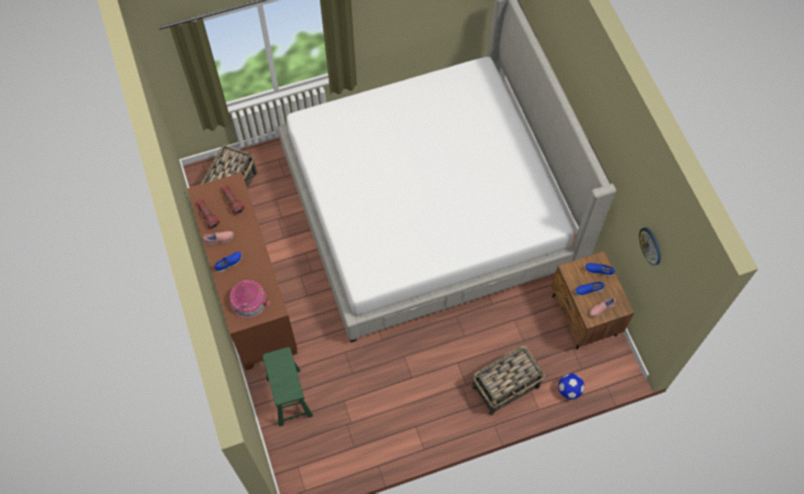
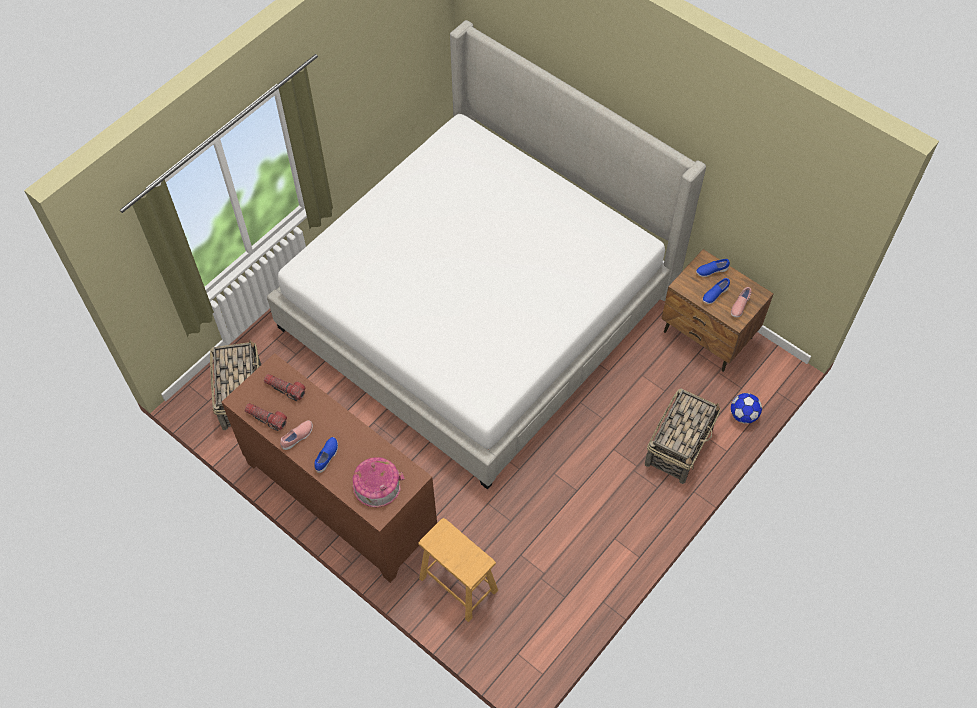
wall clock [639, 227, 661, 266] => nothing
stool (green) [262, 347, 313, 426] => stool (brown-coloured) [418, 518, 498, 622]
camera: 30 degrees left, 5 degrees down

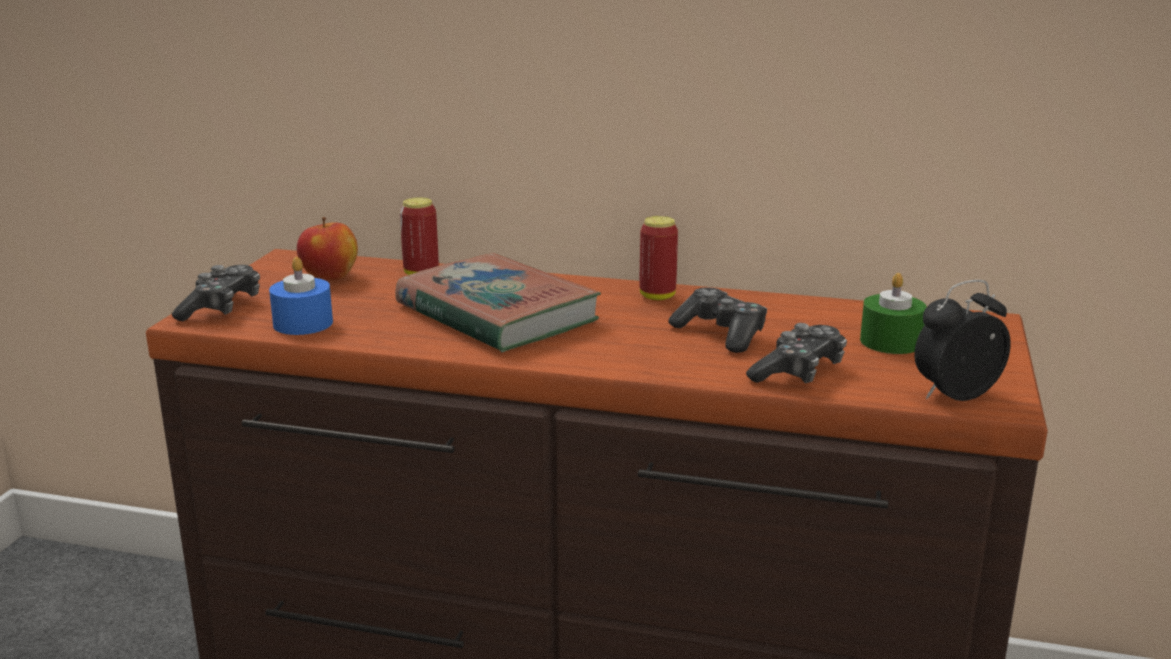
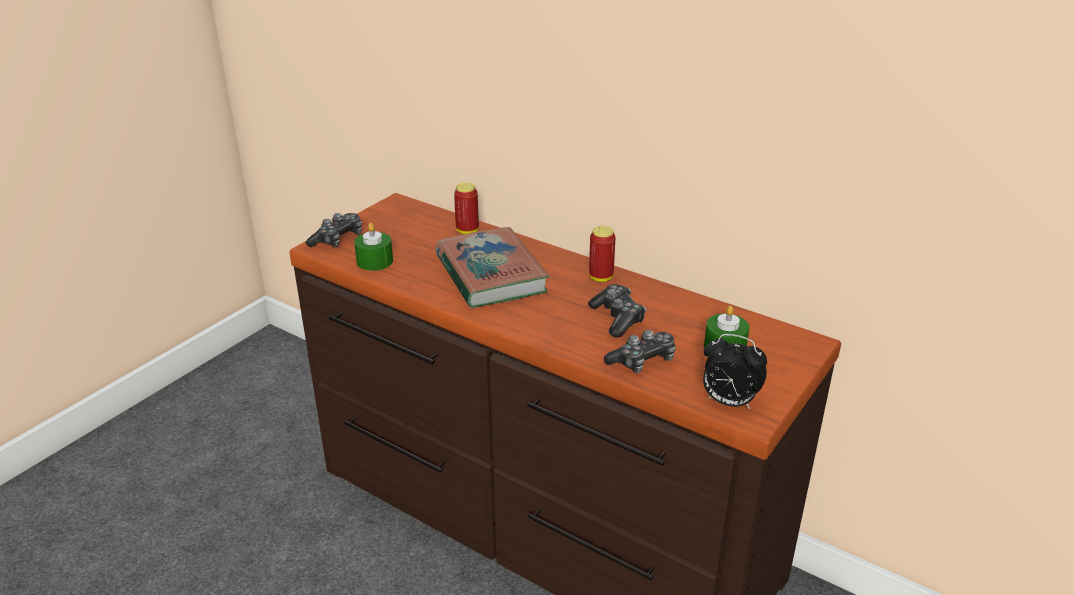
apple [297, 217, 358, 281] => nothing
candle (bluish) [269, 257, 333, 335] => candle (green) [354, 223, 393, 271]
table clock [914, 280, 1011, 401] => table clock [703, 334, 767, 409], 150 degrees counterclockwise
camera: 20 degrees right, 10 degrees up

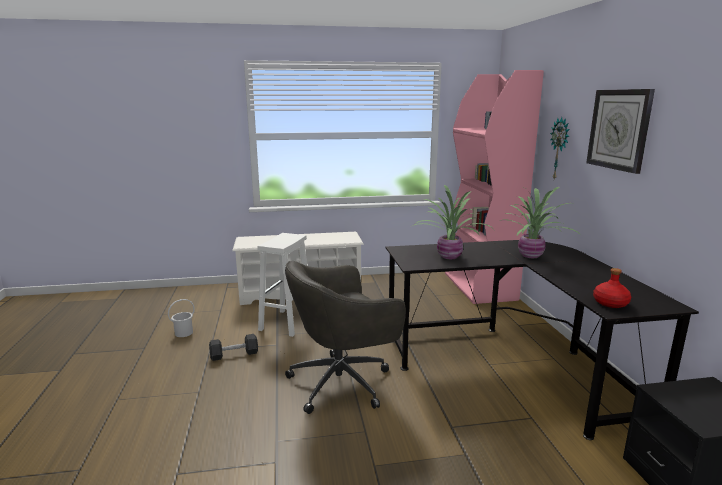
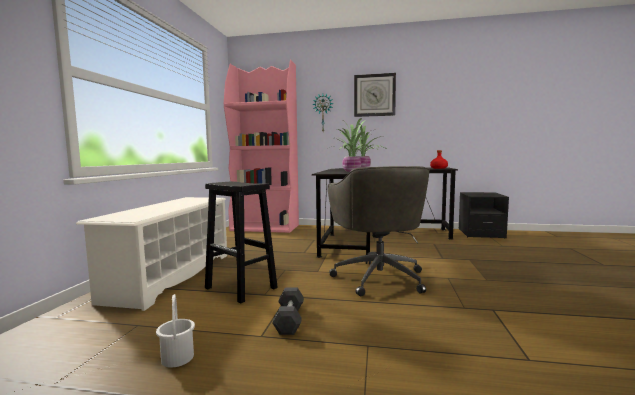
stool (white-coloured) [257, 233, 307, 337] => stool (black) [205, 181, 278, 303]
camera: 70 degrees left, 10 degrees down

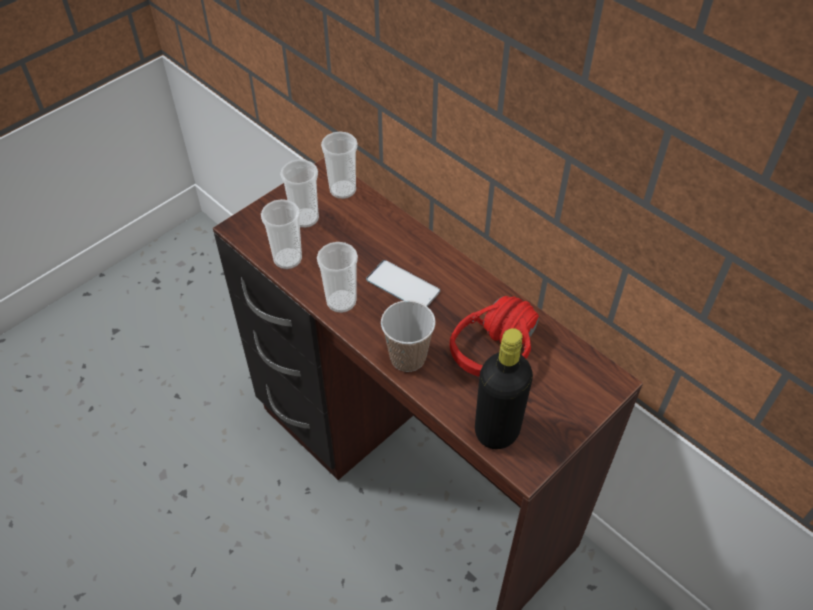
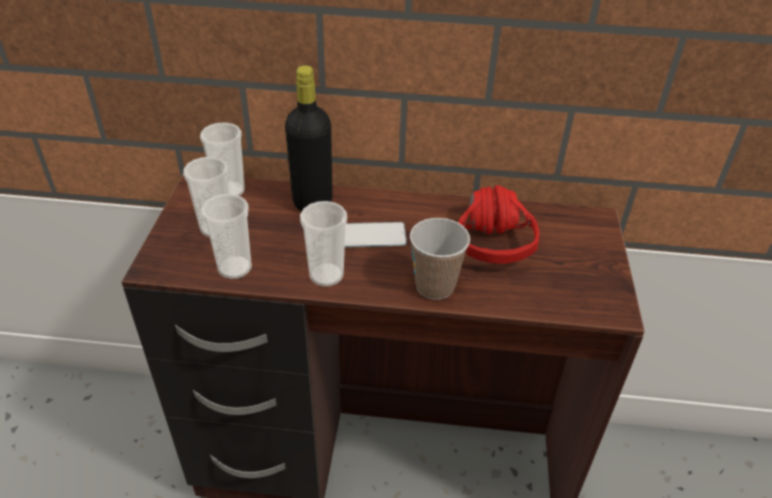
bottle (black) [475, 328, 533, 449] => bottle (black) [285, 65, 333, 211], move
camera: 40 degrees left, 10 degrees down

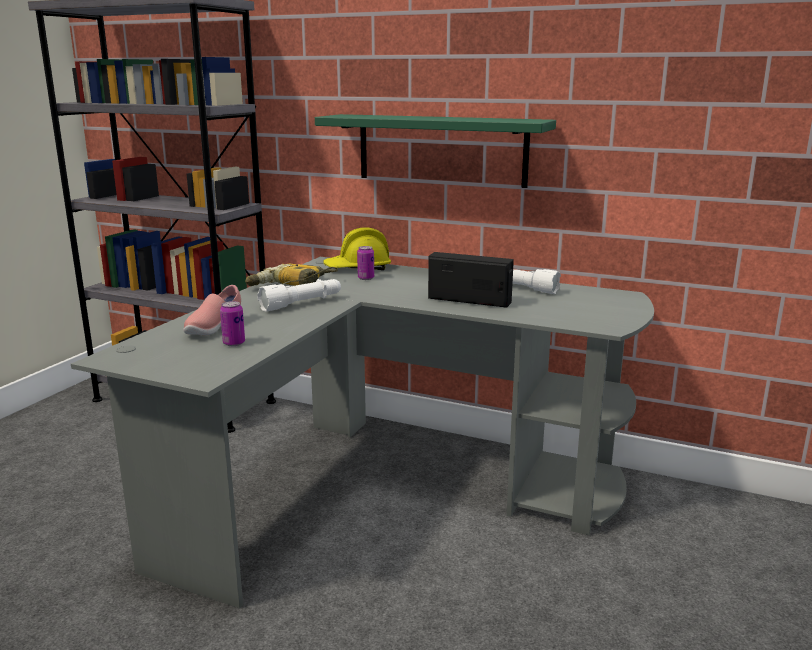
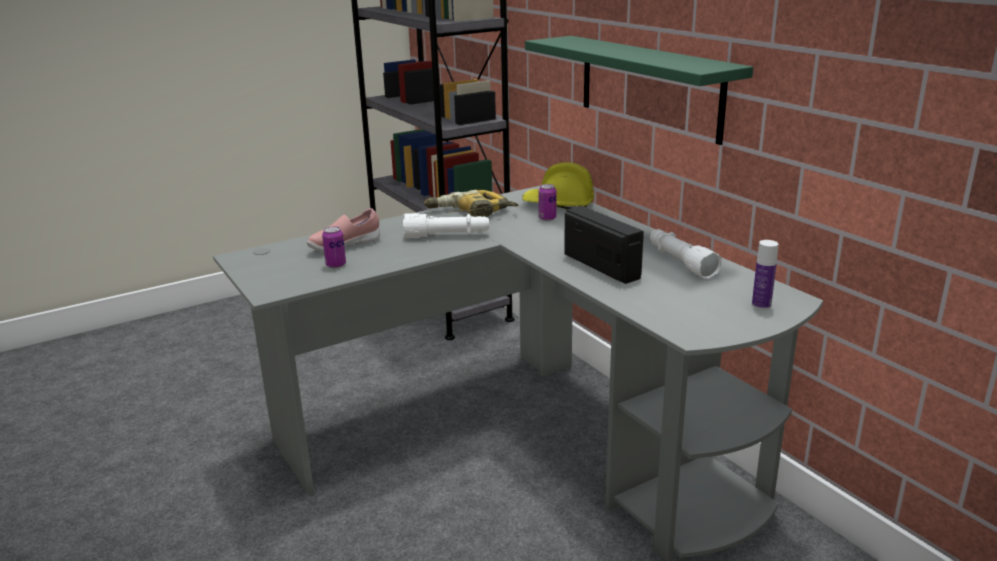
nothing => bottle [752, 240, 778, 310]
camera: 35 degrees right, 5 degrees up

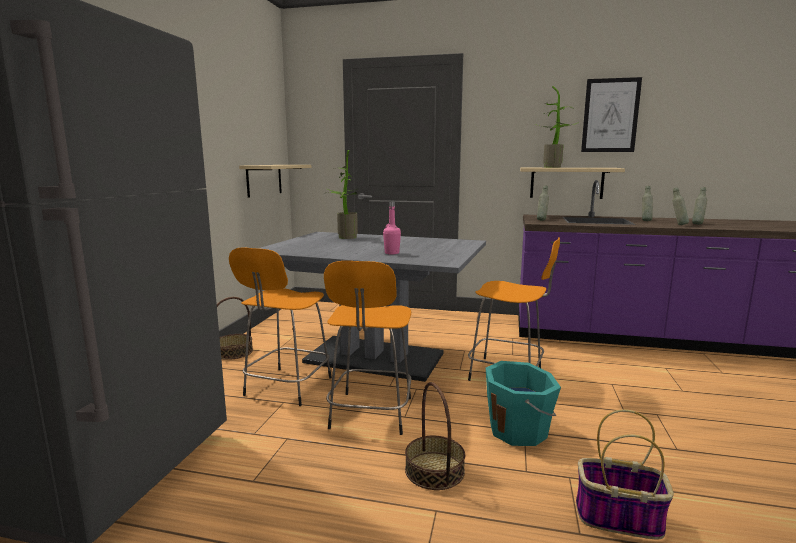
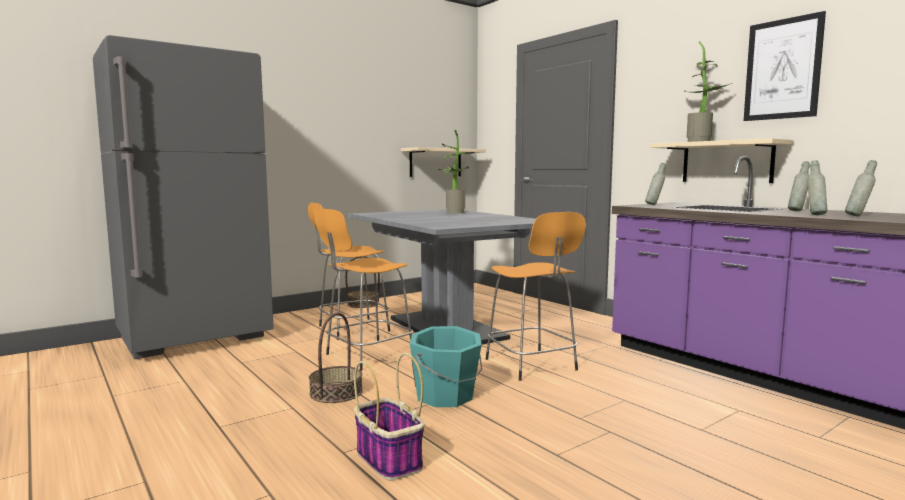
bottle (pink) [383, 202, 401, 254] => nothing
camera: 40 degrees right, 5 degrees down

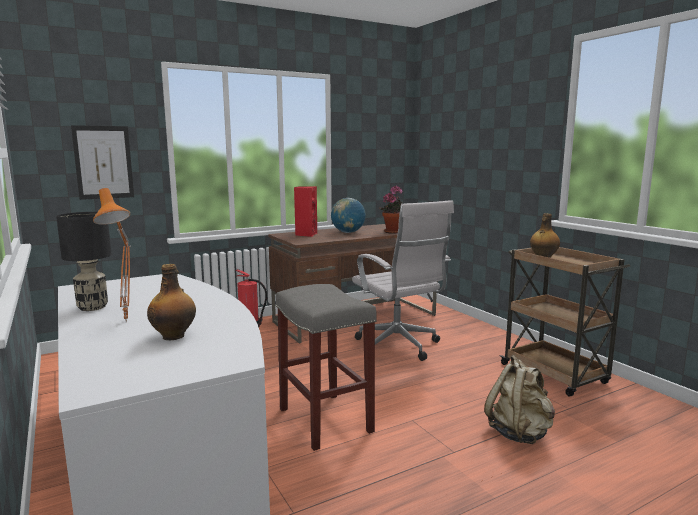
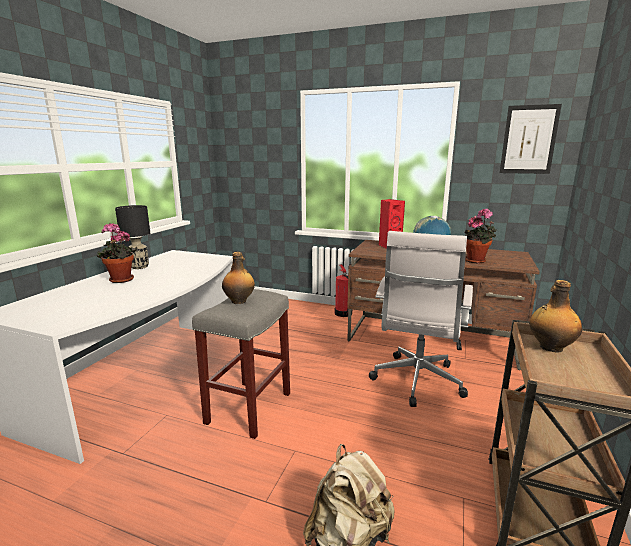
wall art [71, 125, 134, 200] => wall art [500, 104, 562, 174], move
bottle [147, 264, 196, 340] => bottle [222, 252, 255, 304], move
table lamp (orange-coloured) [93, 188, 131, 322] => plant in a pot [97, 223, 138, 283]
camera: 50 degrees right, 5 degrees up

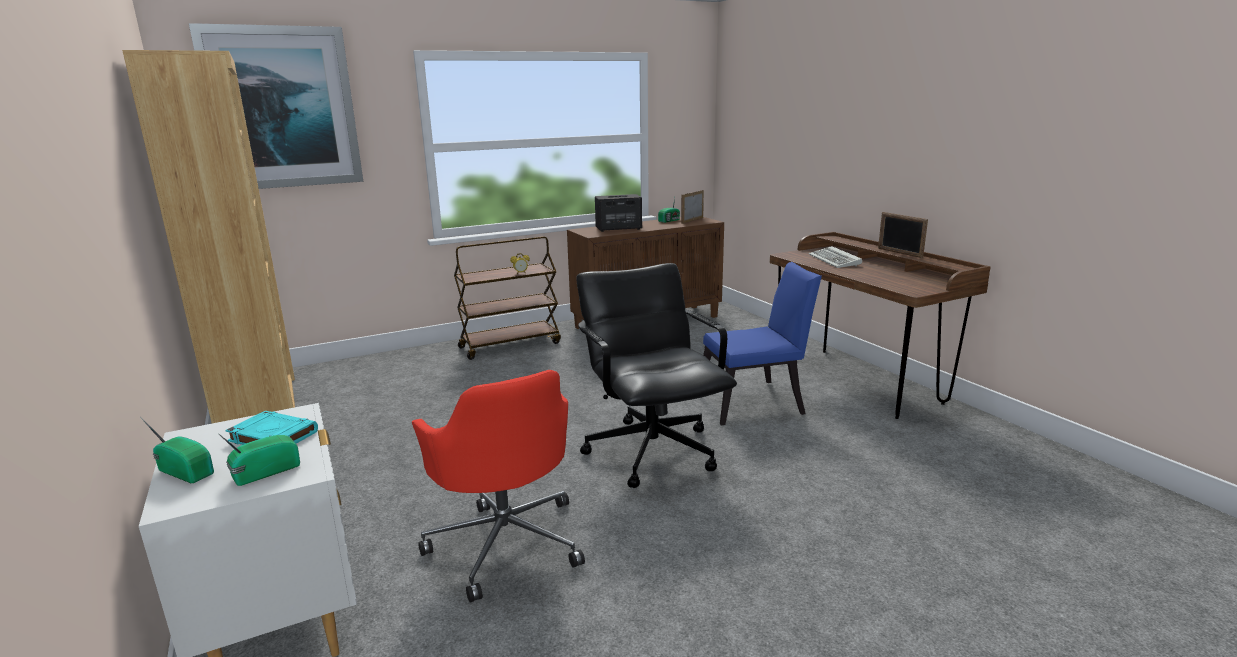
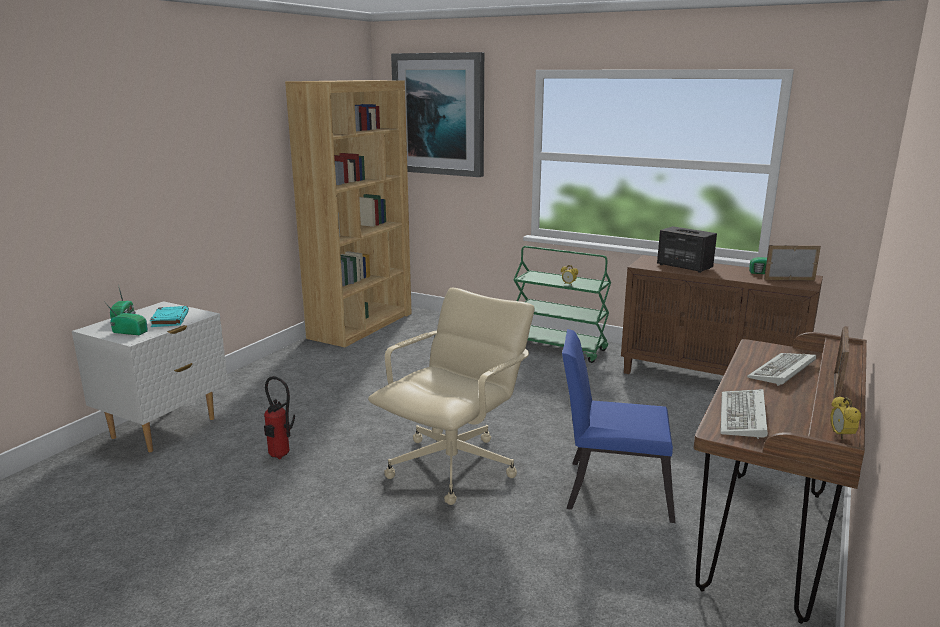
nothing => computer keyboard [721, 389, 768, 439]
nothing => table clock [830, 396, 861, 440]
computer chair (reddish) [412, 370, 585, 603] => fire extinguisher [264, 376, 295, 459]
cart (brown-coloured) [454, 236, 561, 360] => cart (green) [514, 246, 611, 363]
computer chair (black) [576, 263, 737, 488] => computer chair (sand-coloured) [368, 288, 535, 505]
plain chair (bluish) [703, 262, 822, 425] => plain chair (bluish) [562, 329, 675, 523], 150 degrees clockwise
camera: 55 degrees right, 0 degrees up

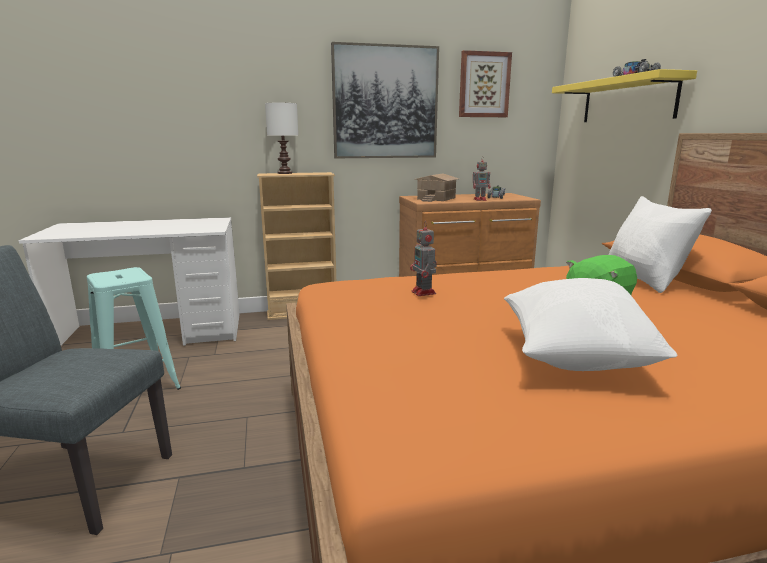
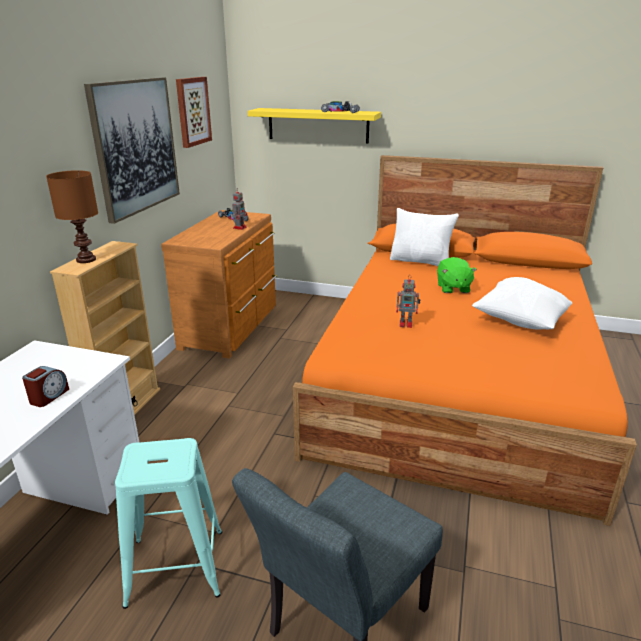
miniature house [414, 173, 459, 202] => nothing
nothing => table clock [22, 366, 69, 407]
table lamp (white-coloured) [265, 103, 298, 174] => table lamp (brown-coloured) [46, 170, 98, 263]
camera: 60 degrees left, 10 degrees up

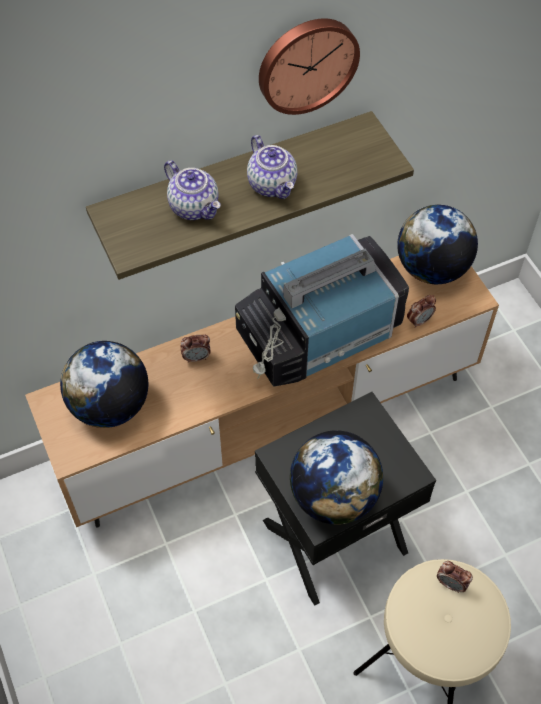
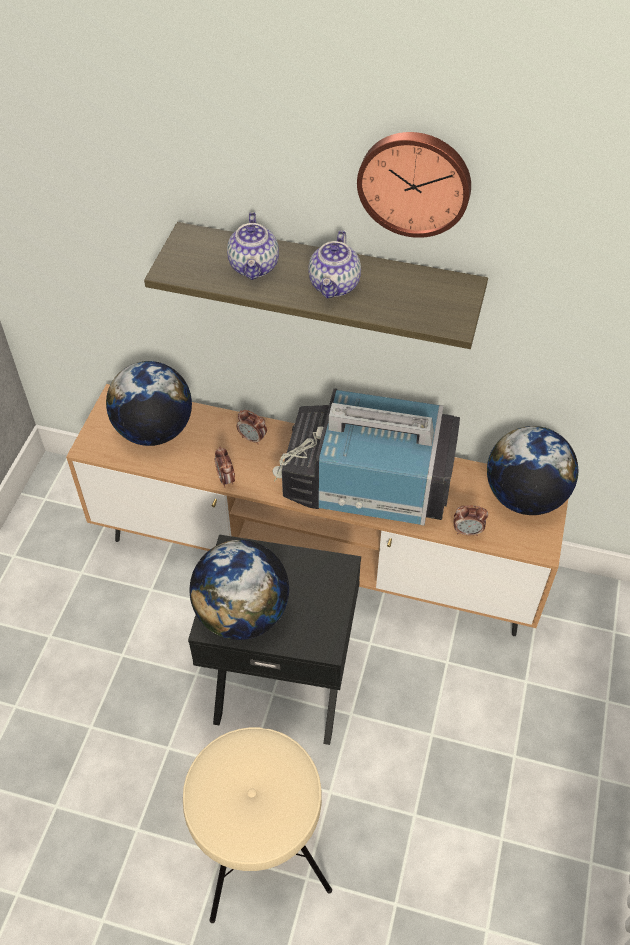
table clock [437, 561, 473, 593] => table clock [215, 447, 235, 487], move
camera: 40 degrees right, 5 degrees down

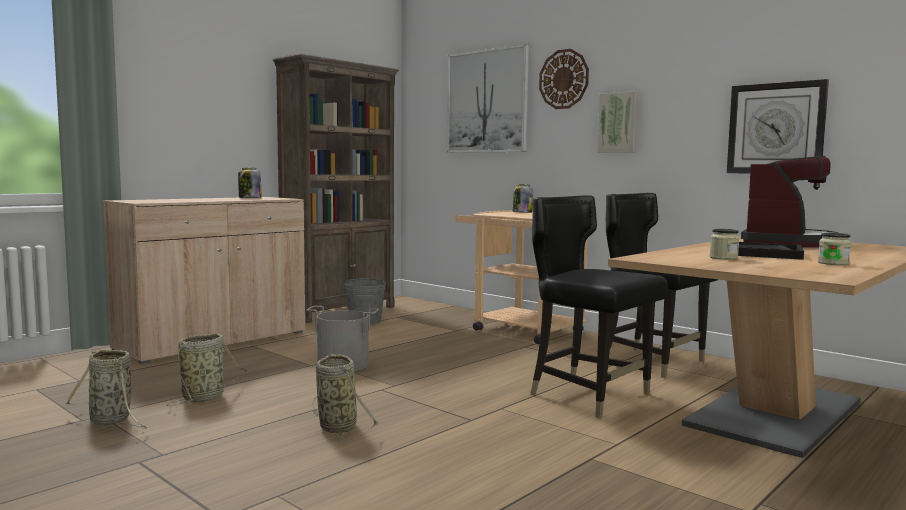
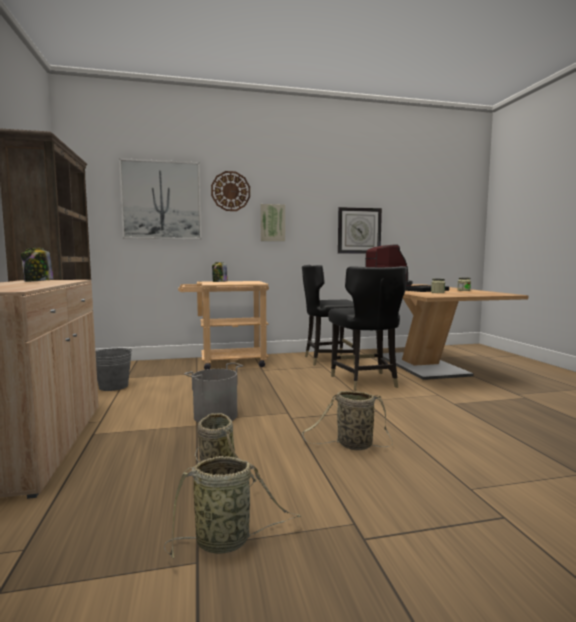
plain chair (black) [530, 195, 668, 418] => plain chair (black) [328, 266, 407, 391], 90 degrees counterclockwise
camera: 55 degrees left, 0 degrees up

